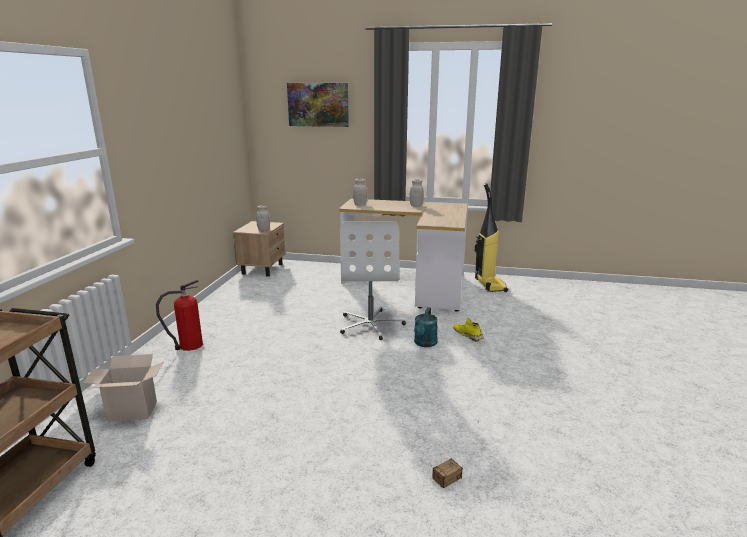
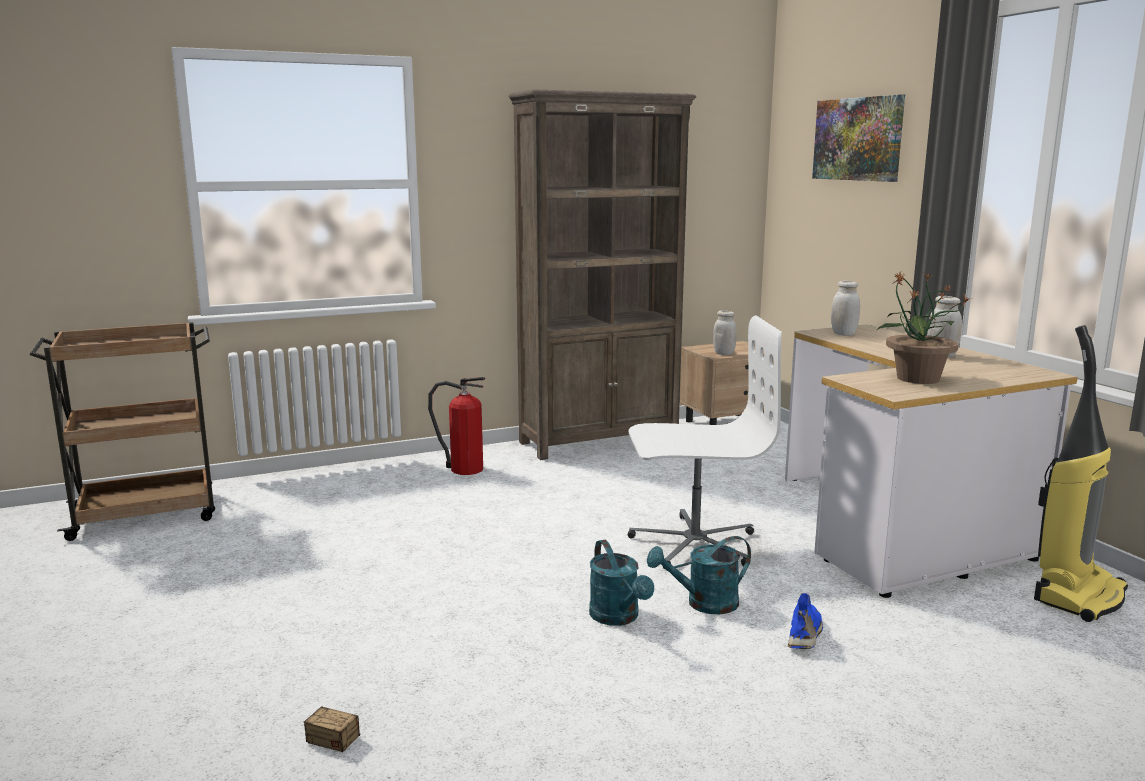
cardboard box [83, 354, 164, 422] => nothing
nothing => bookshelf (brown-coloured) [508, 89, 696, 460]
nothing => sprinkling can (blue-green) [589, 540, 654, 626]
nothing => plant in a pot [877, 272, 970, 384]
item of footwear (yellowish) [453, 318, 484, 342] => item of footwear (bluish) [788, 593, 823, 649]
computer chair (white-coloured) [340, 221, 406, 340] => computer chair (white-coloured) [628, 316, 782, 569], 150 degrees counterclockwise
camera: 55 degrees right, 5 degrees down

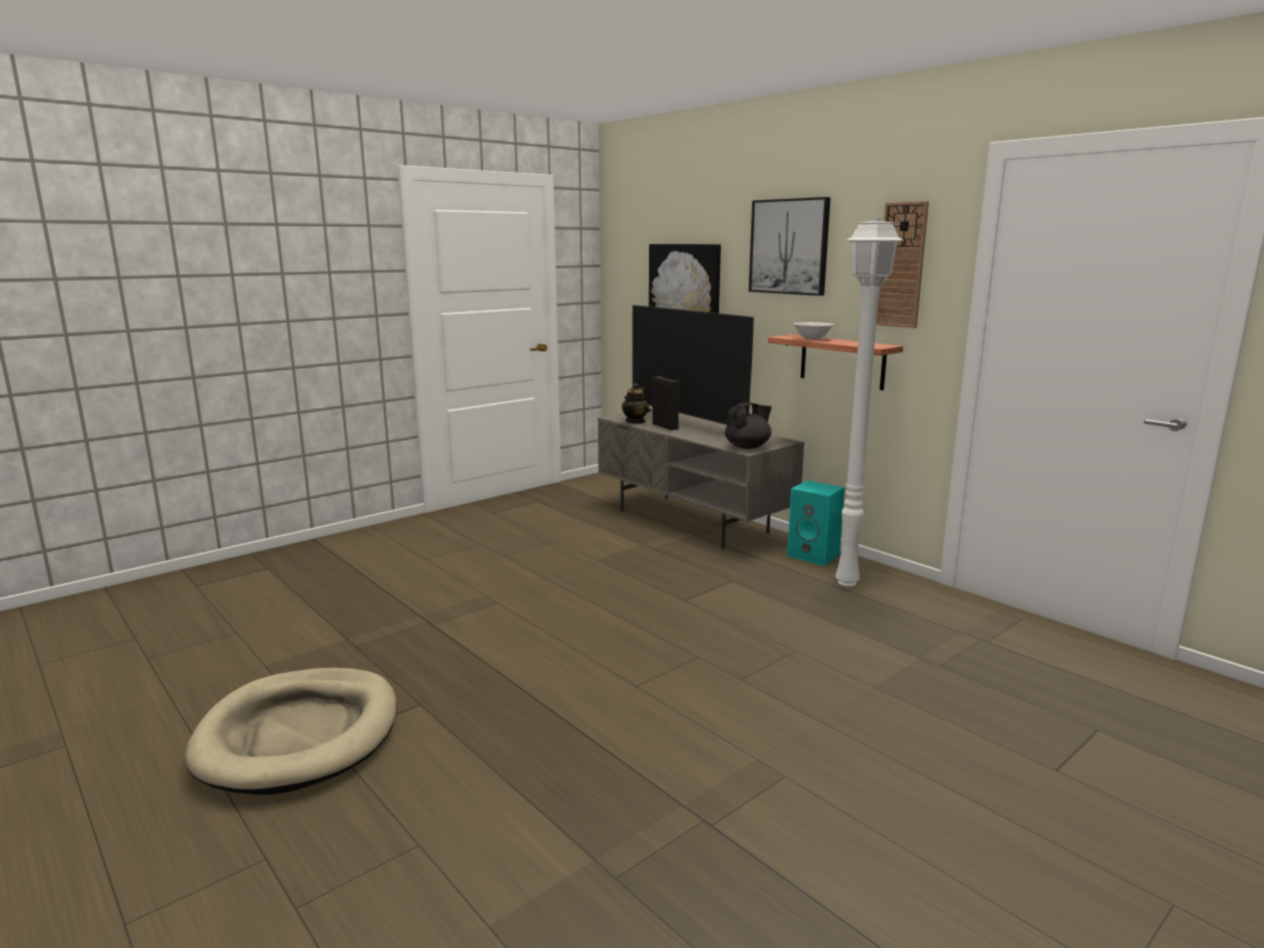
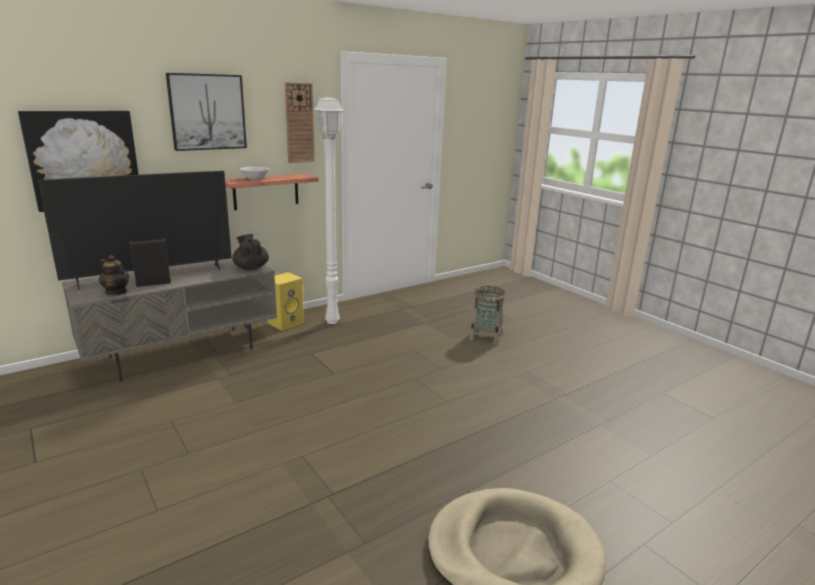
nothing => household basket [470, 286, 505, 344]
loudspeaker (blue-green) [787, 480, 845, 566] => loudspeaker (yellowish) [267, 272, 304, 331]
camera: 85 degrees left, 5 degrees up

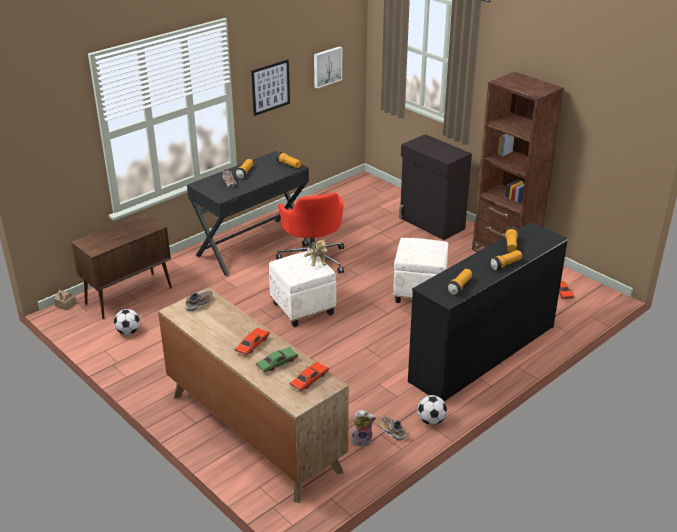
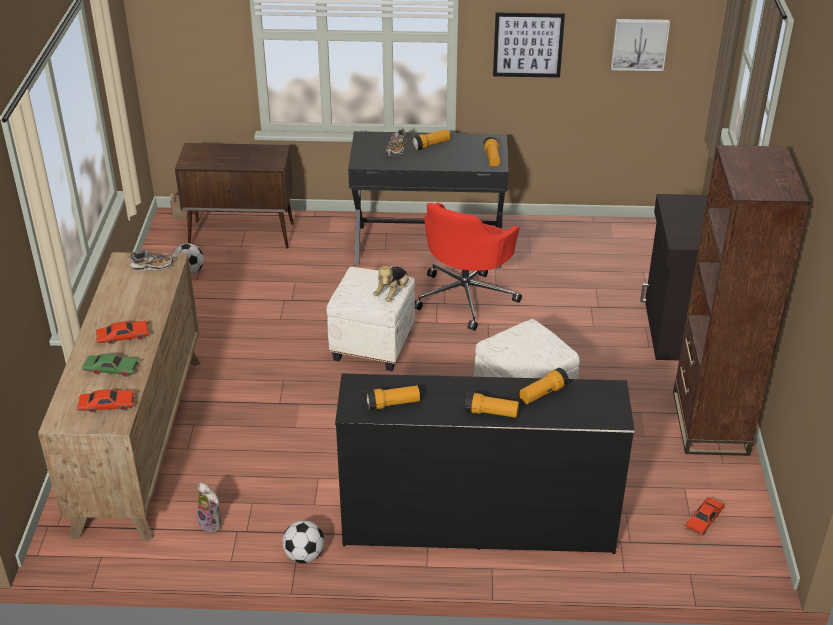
item of footwear [380, 416, 406, 441] => nothing
camera: 45 degrees right, 5 degrees up

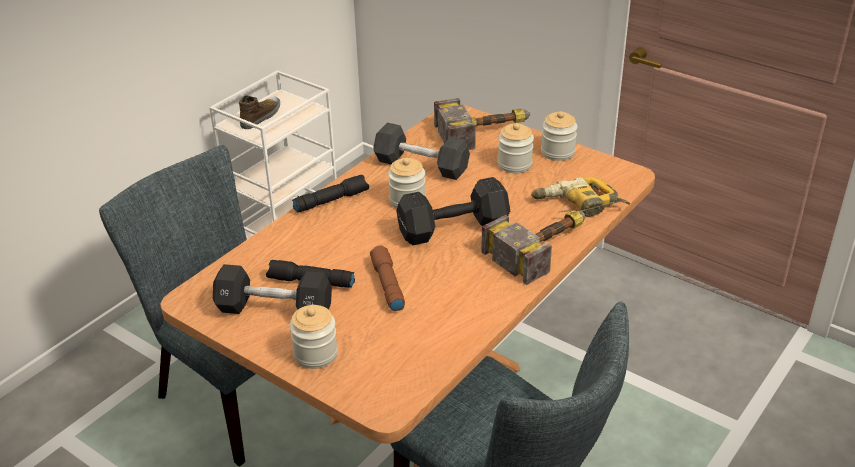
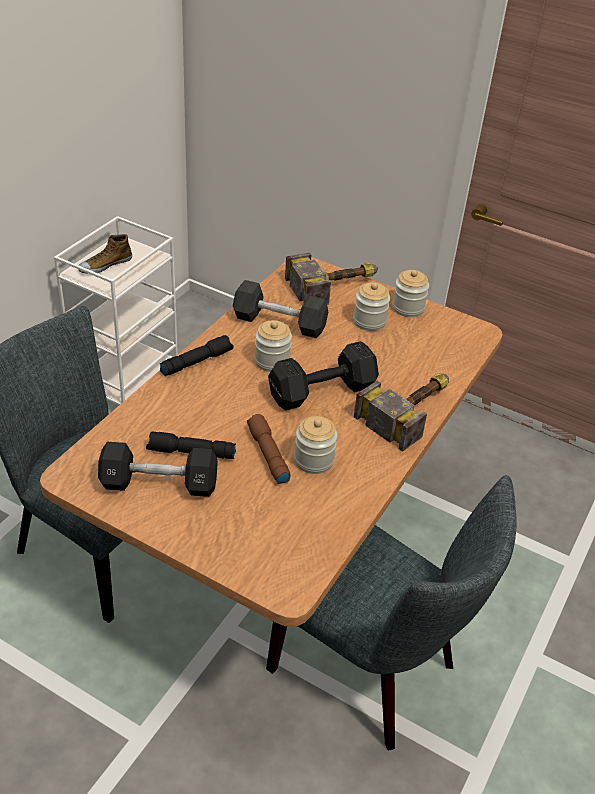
power drill [531, 177, 630, 217] => nothing
jar [290, 305, 338, 369] => jar [294, 416, 338, 474], move
item of footwear [239, 95, 280, 129] => item of footwear [78, 234, 132, 273], 150 degrees counterclockwise
camera: 10 degrees left, 5 degrees up

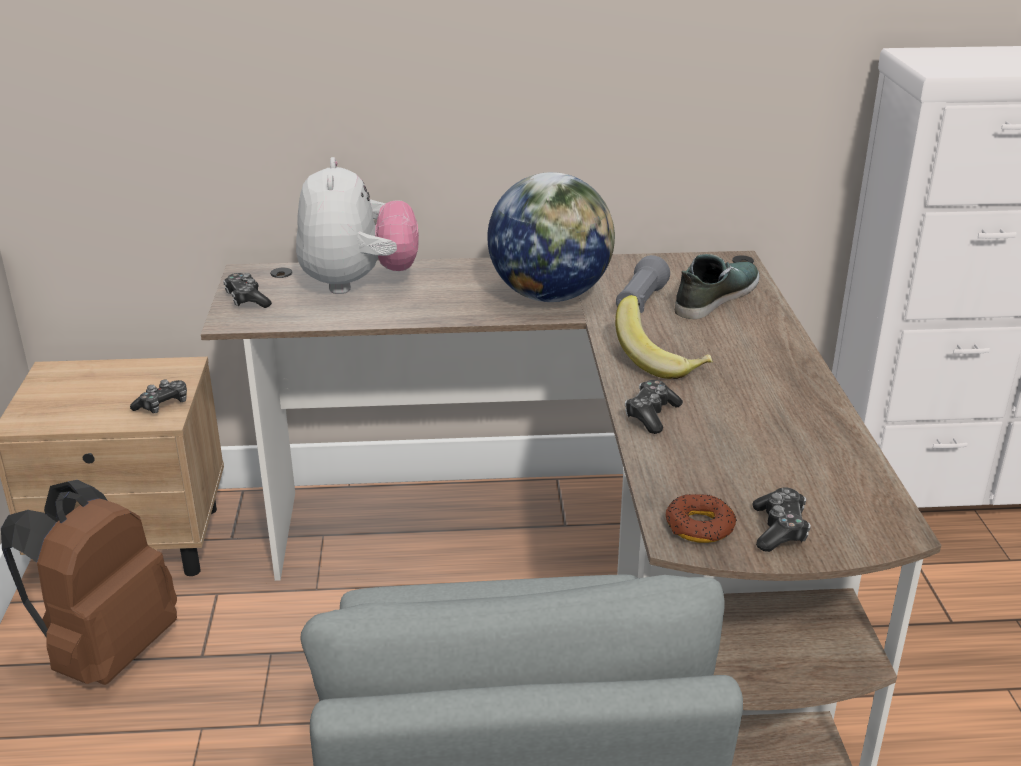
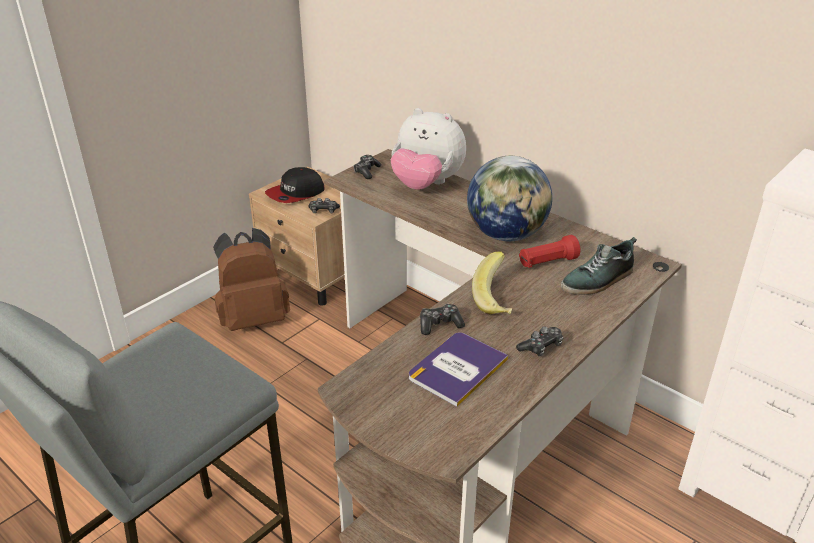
doughnut [666, 494, 737, 543] => nothing
nothing => baseball cap [265, 167, 324, 203]
nothing => bound book [409, 332, 508, 407]
gamepad [753, 487, 811, 552] => gamepad [516, 326, 564, 356], move
torch (greyish) [616, 255, 670, 313] => torch (reddish) [519, 235, 580, 268]
soft toy [296, 157, 419, 294] => soft toy [391, 108, 466, 190], 75 degrees clockwise
item of footwear [675, 254, 760, 319] => item of footwear [561, 237, 637, 295], 150 degrees clockwise
camera: 45 degrees right, 5 degrees up

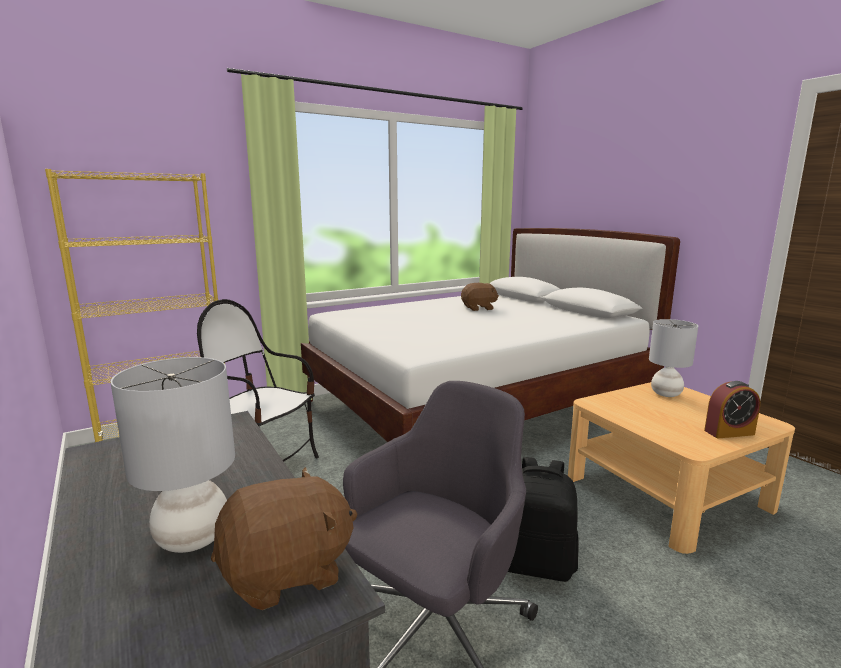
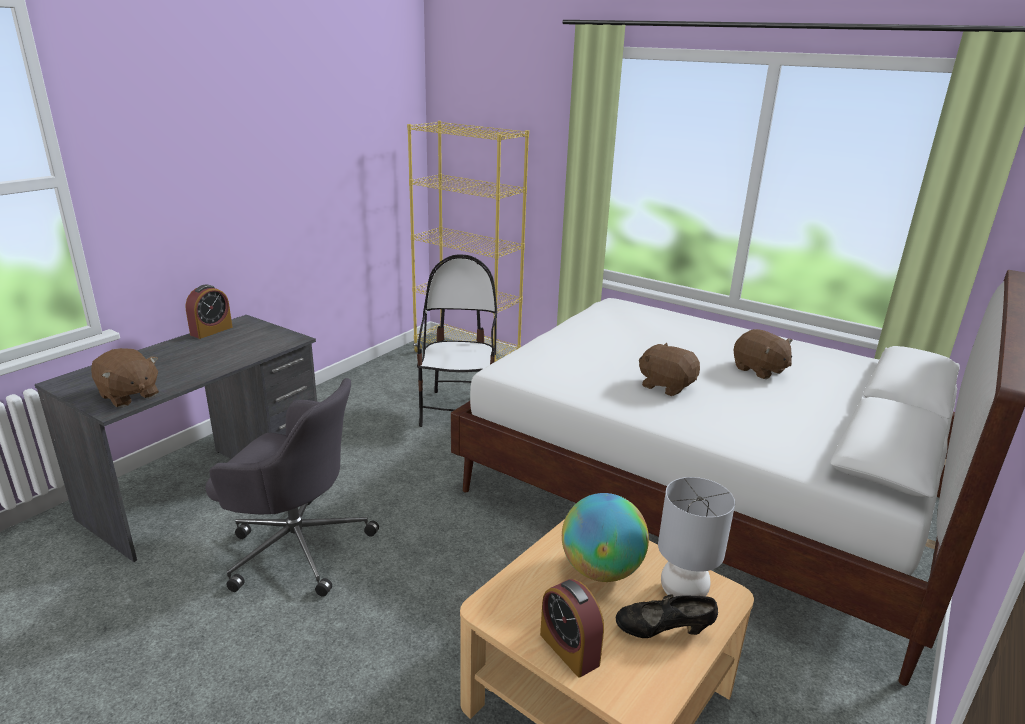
table lamp (greyish) [110, 357, 235, 553] => nothing
knapsack (black) [508, 457, 579, 582] => nothing
nothing => table clock [185, 285, 233, 339]
nothing => world globe [562, 493, 649, 582]
nothing => item of footwear (black) [616, 594, 718, 638]
nothing => soft toy (brown-coloured) [639, 343, 700, 396]
camera: 65 degrees right, 10 degrees up

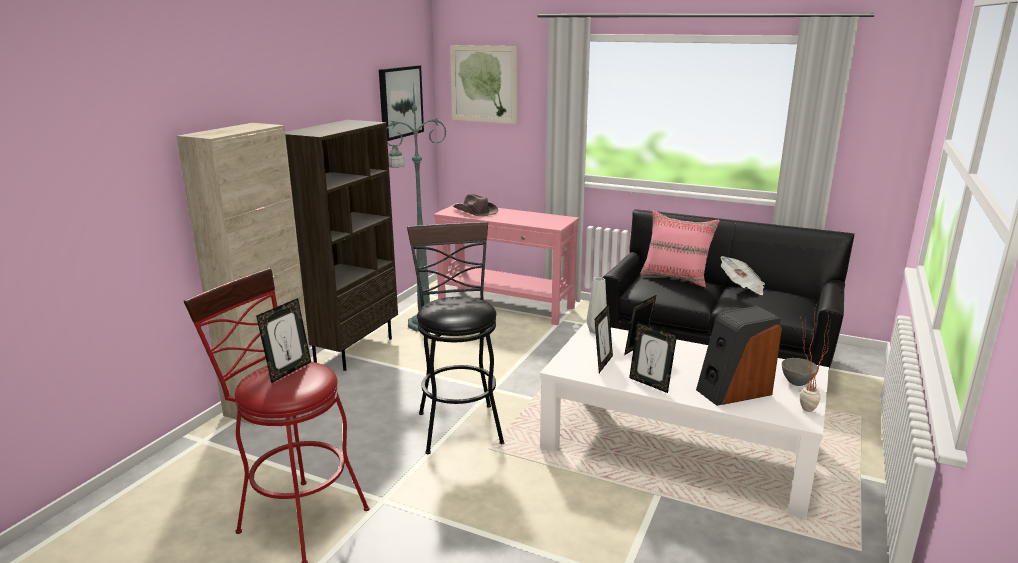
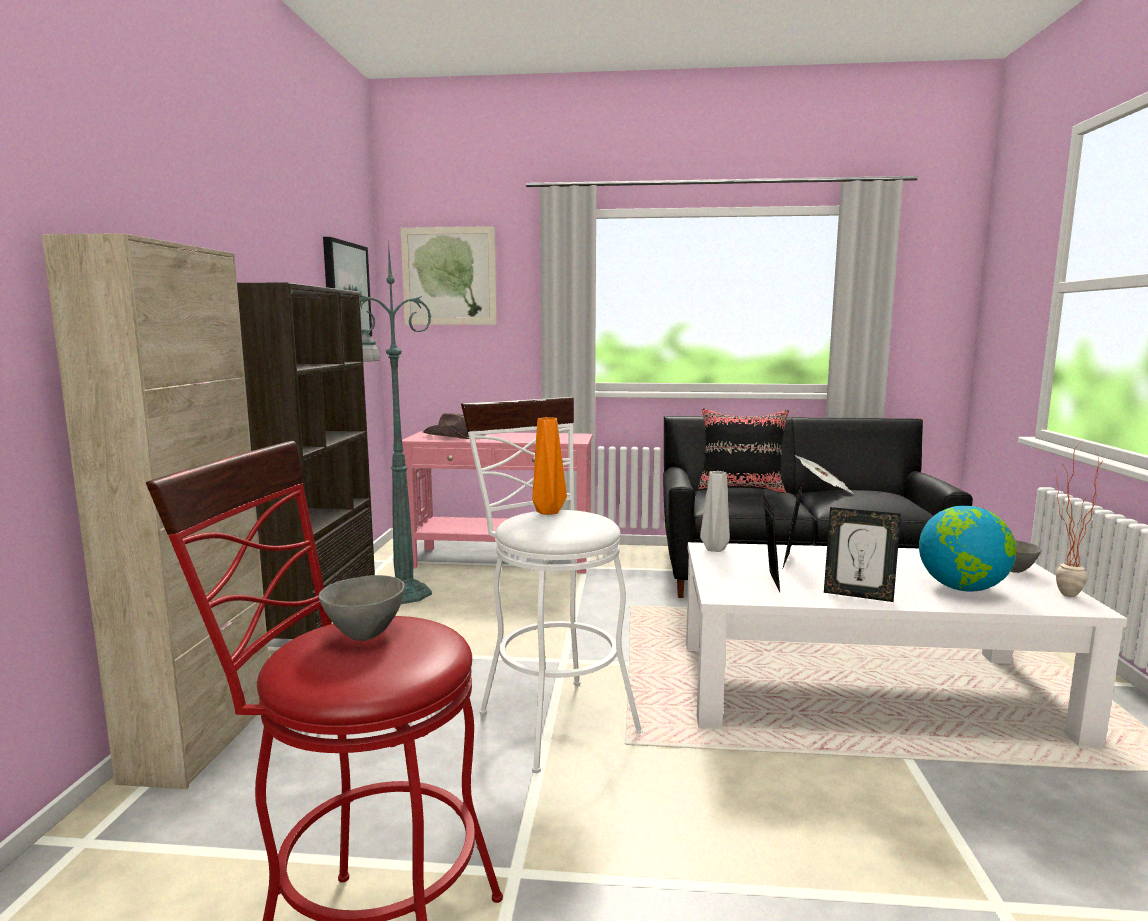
nothing => flower vase (orange-coloured) [532, 417, 567, 515]
picture frame [256, 298, 311, 383] => deep dish (greyish) [319, 575, 404, 641]
loudspeaker [696, 306, 782, 406] => world globe [919, 505, 1016, 591]
stool (black) [407, 222, 504, 454] => stool (white-coloured) [461, 397, 643, 773]
throw pillow (pink) [640, 211, 720, 287] => throw pillow (black) [698, 408, 789, 493]
camera: 20 degrees left, 10 degrees down

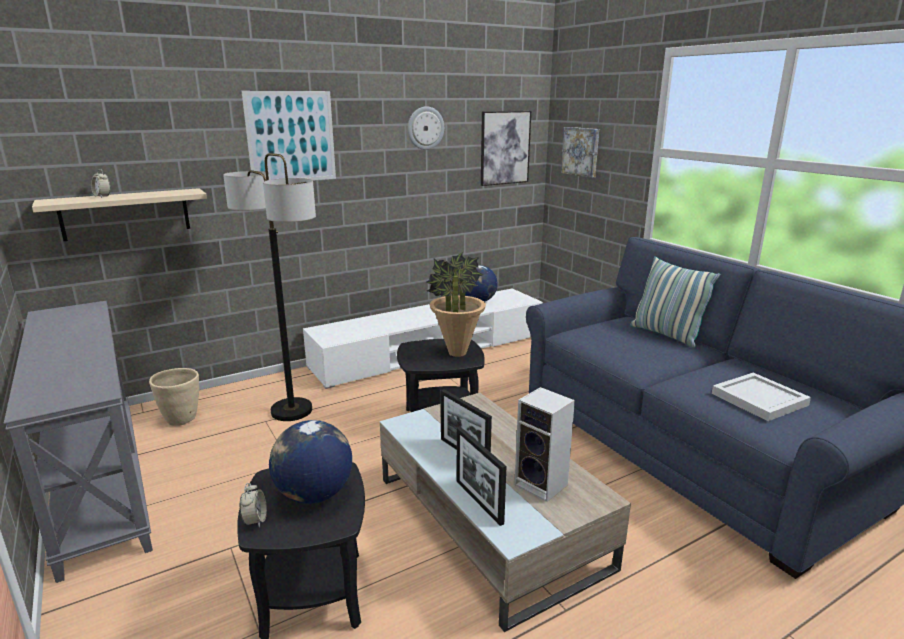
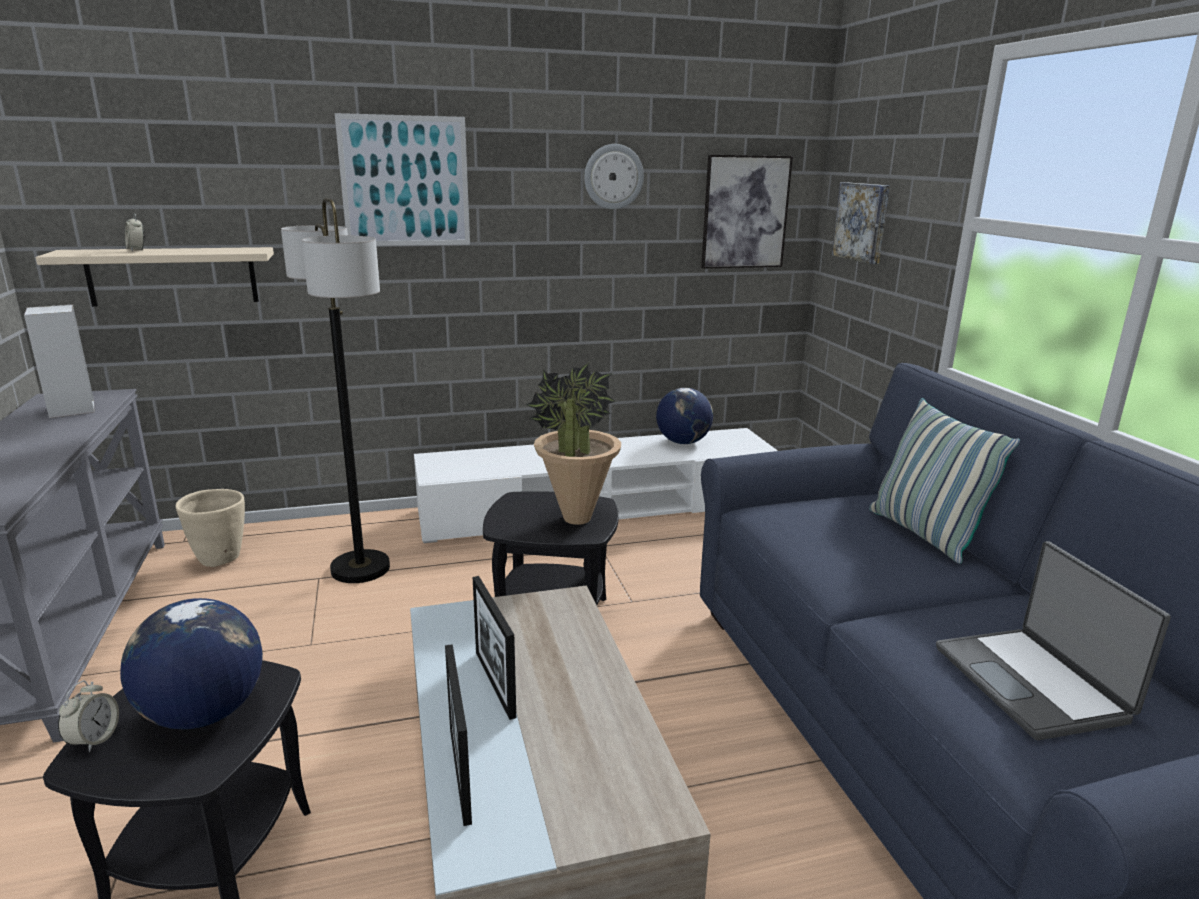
loudspeaker [515, 387, 575, 502] => loudspeaker [24, 305, 94, 418], move
serving tray (white-coloured) [712, 373, 811, 421] => laptop [936, 541, 1171, 740]
camera: 15 degrees right, 0 degrees up

